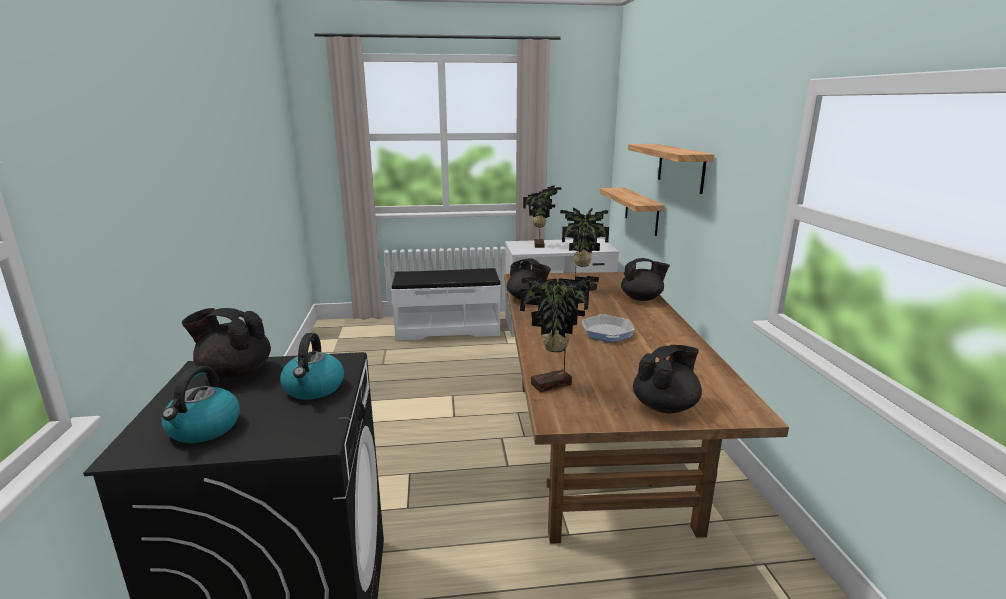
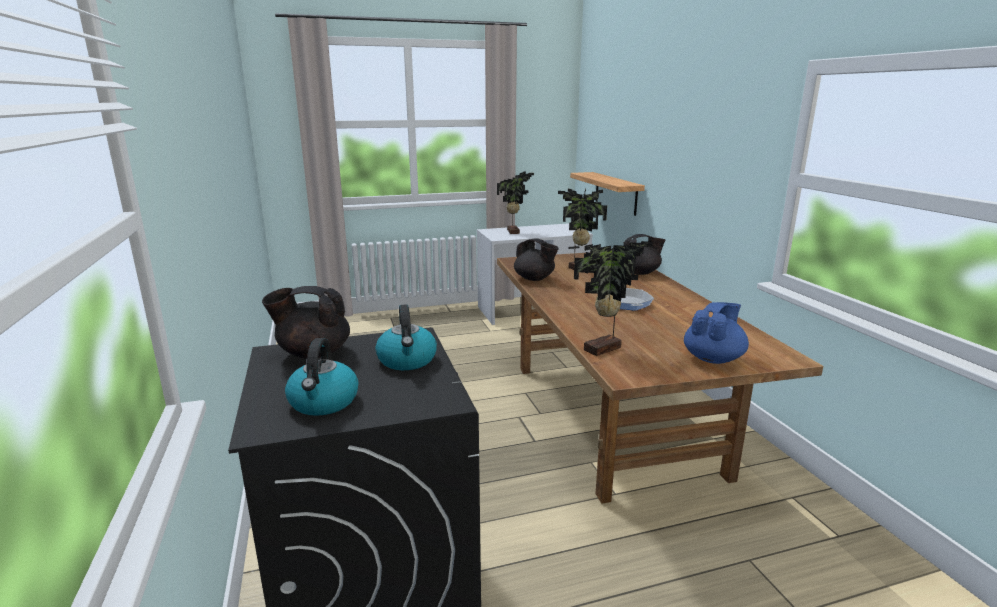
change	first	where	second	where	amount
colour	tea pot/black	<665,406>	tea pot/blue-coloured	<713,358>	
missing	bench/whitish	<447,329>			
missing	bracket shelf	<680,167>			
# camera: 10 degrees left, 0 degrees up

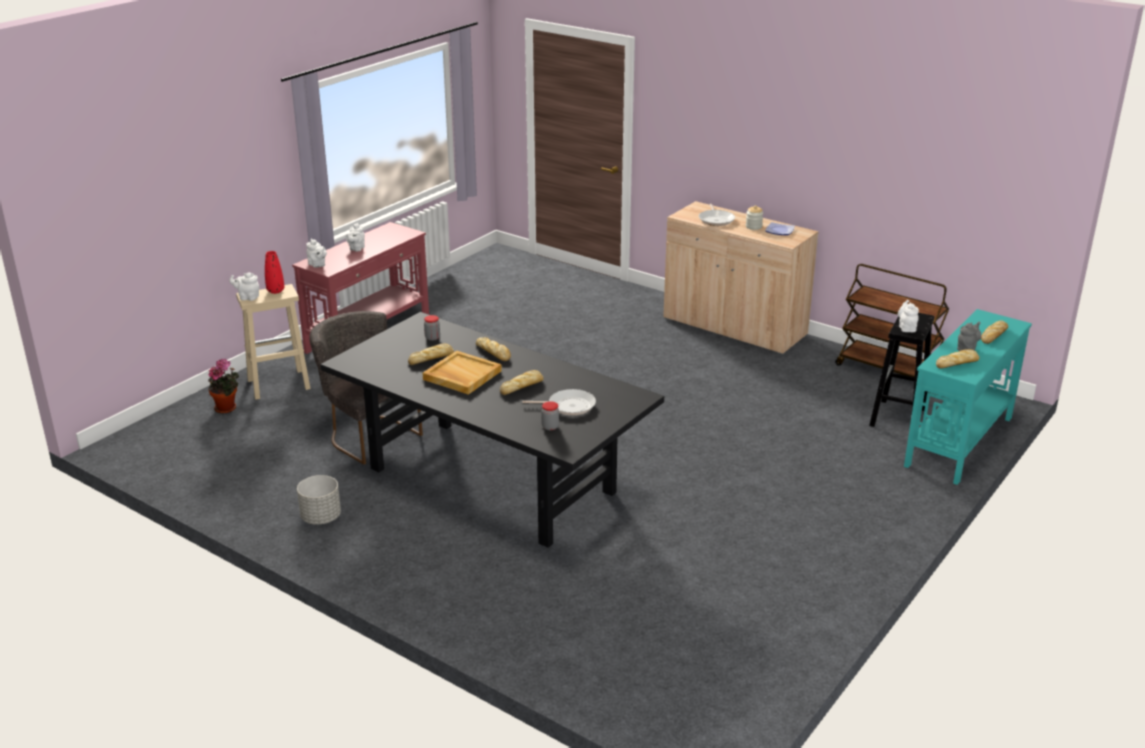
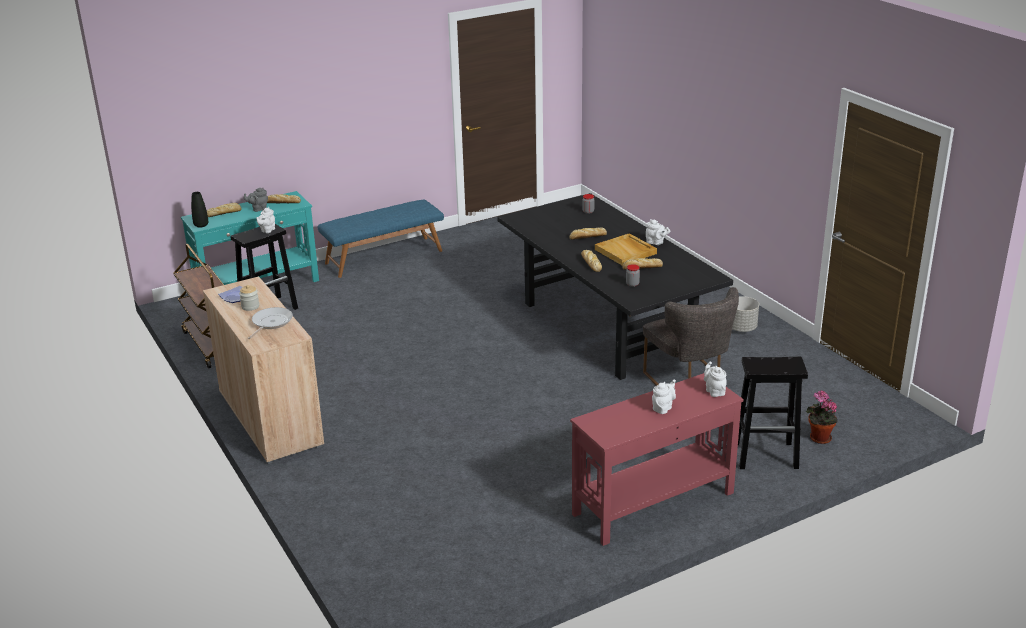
change	first	where	second	where	amount
appeared			decorative vase/black	<201,225>	
appeared			bench/blue-coloured	<384,256>	
relocated	tea pot/whitish	<247,297>		<656,243>	
colour	sitting stool/sand-coloured	<277,385>	sitting stool/black	<766,455>	
missing	decorative vase/red	<275,291>			
missing	frying pan	<568,406>			
# camera: 155 degrees left, 0 degrees up

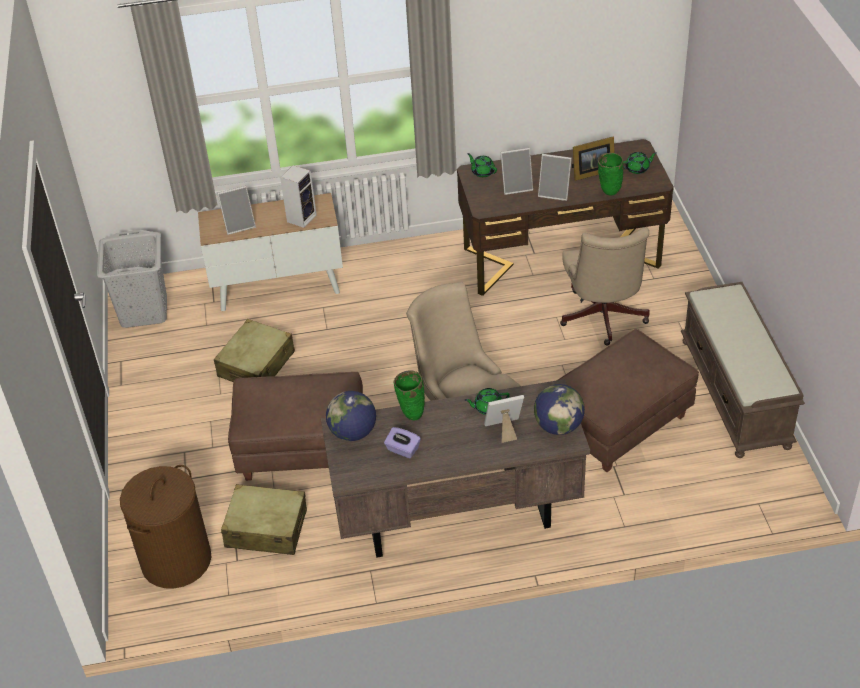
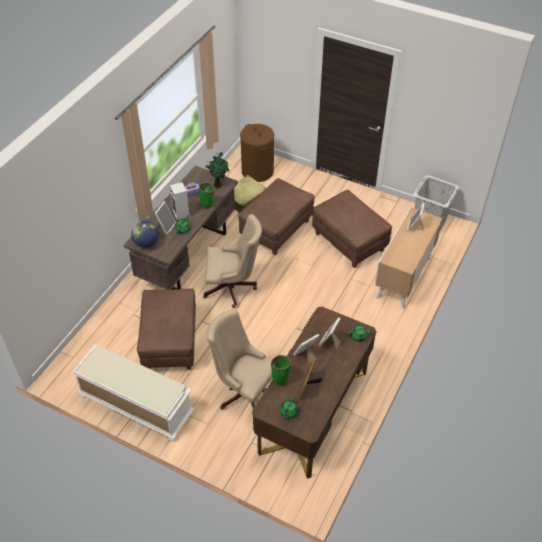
change	first	where	second	where	amount
colour	bench/brown	<736,393>	bench/whitish	<135,405>	
relocated	audio speaker	<302,217>		<181,214>	
exchanged	world globe	<353,433>	houseplant	<218,185>	
exchanged	suitcase/sand-coloured	<256,364>	pouffe/brown	<349,242>	
# camera: 125 degrees right, 5 degrees up

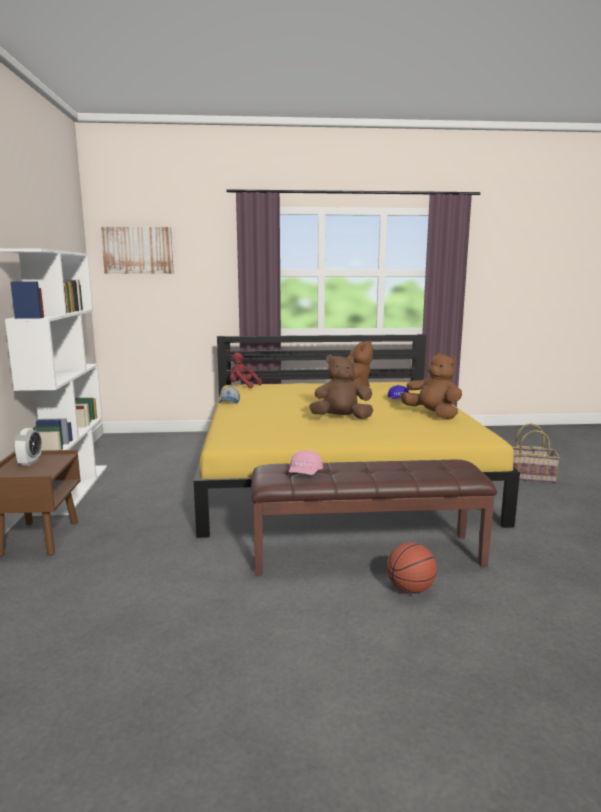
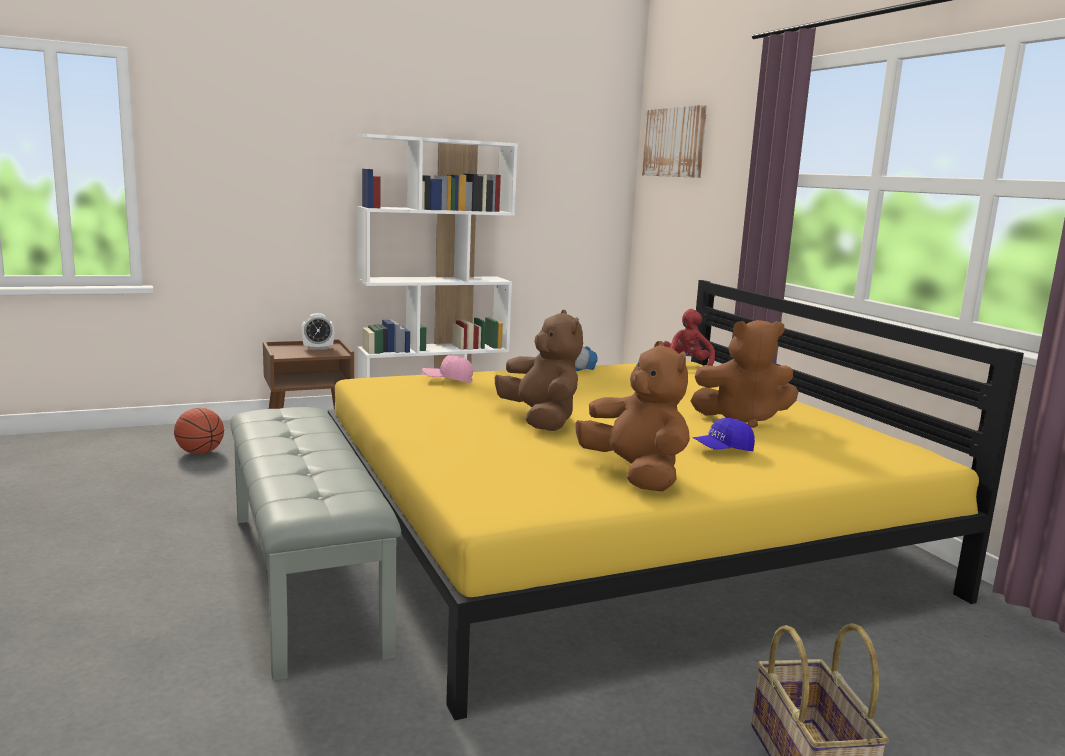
change	first	where	second	where	amount
relocated	ball for basketball	<410,589>		<200,453>	
colour	bench/brown	<367,553>	bench/gray	<306,578>	
relocated	baseball cap/pink-coloured	<305,473>		<448,380>	
spun	cuddly toy/brown	<432,414>		<635,475>	60 degrees counterclockwise
# camera: 70 degrees right, 0 degrees up

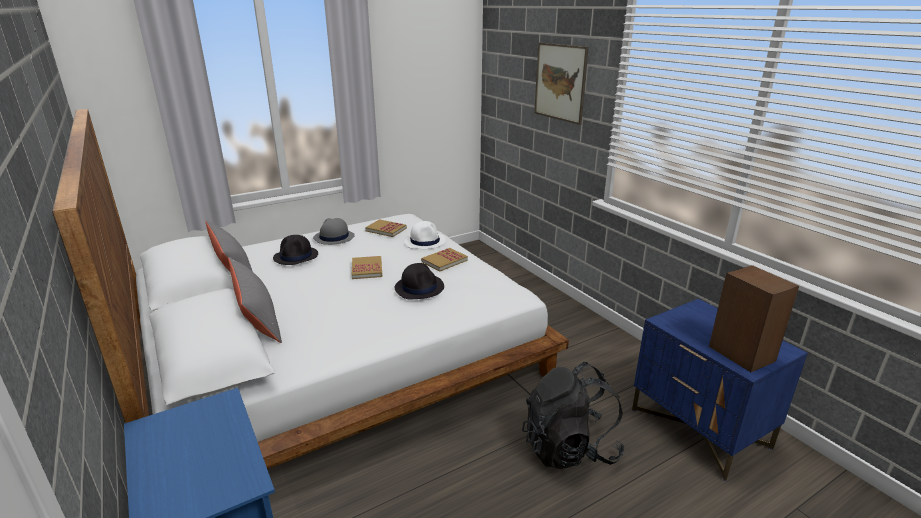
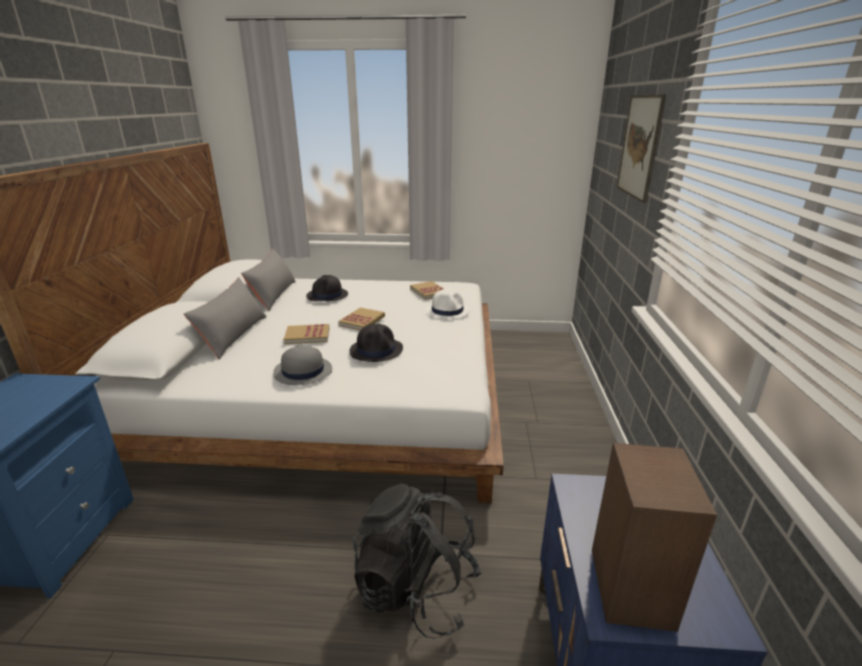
change	first	where	second	where	amount
relocated	wearable hat/gray	<333,237>		<302,371>	
relocated	book	<444,261>		<307,336>	
# camera: 35 degrees right, 0 degrees up

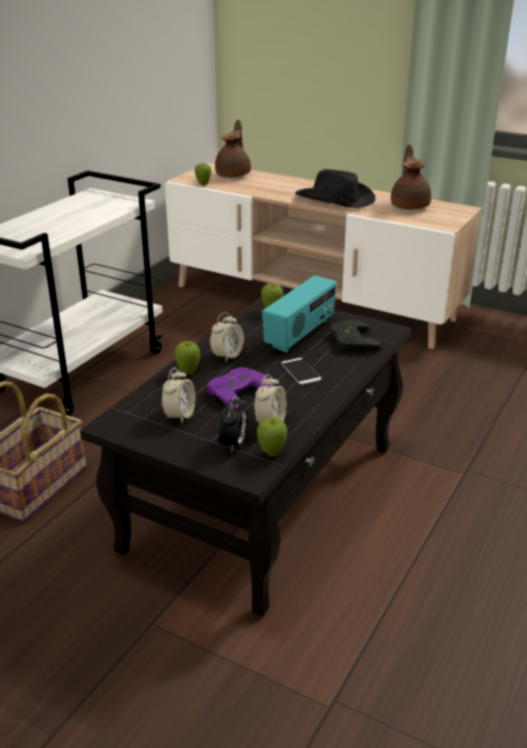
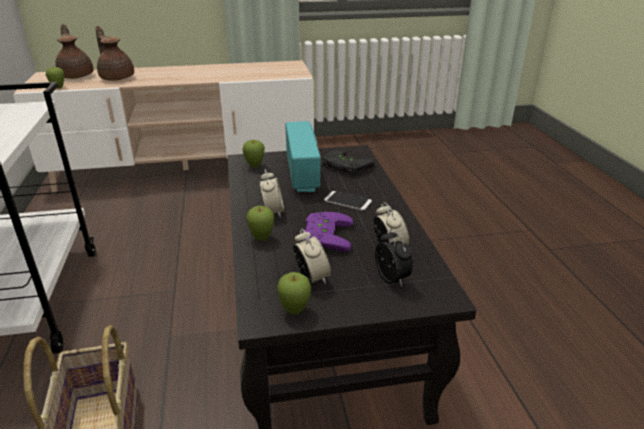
change	first	where	second	where	amount
relocated	tea pot/brown	<410,206>		<117,77>	
relocated	apple	<271,453>		<294,311>	
missing	wearable hat/black	<335,199>			
# camera: 40 degrees left, 0 degrees up

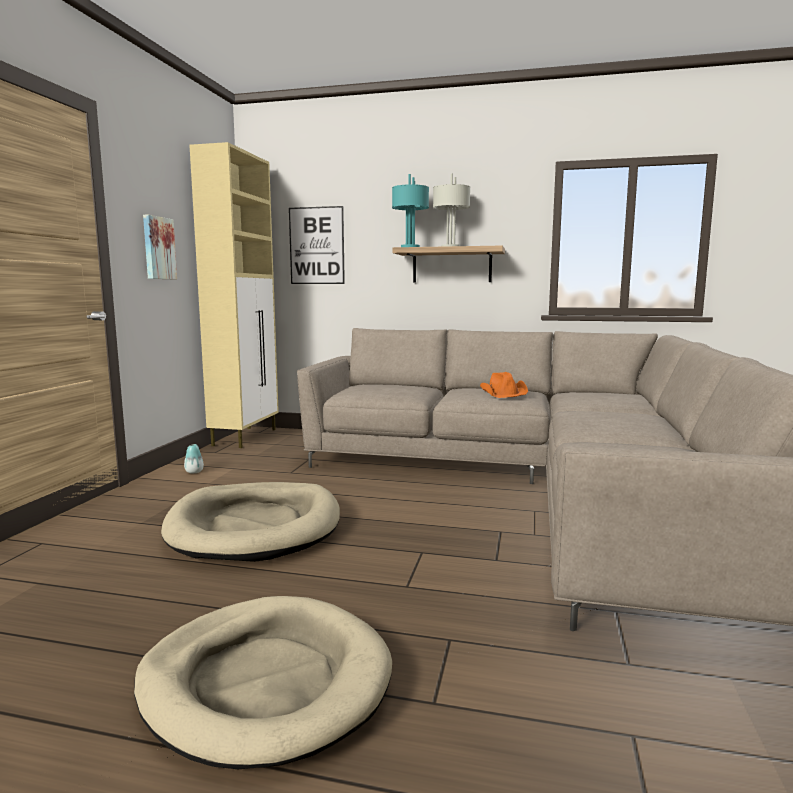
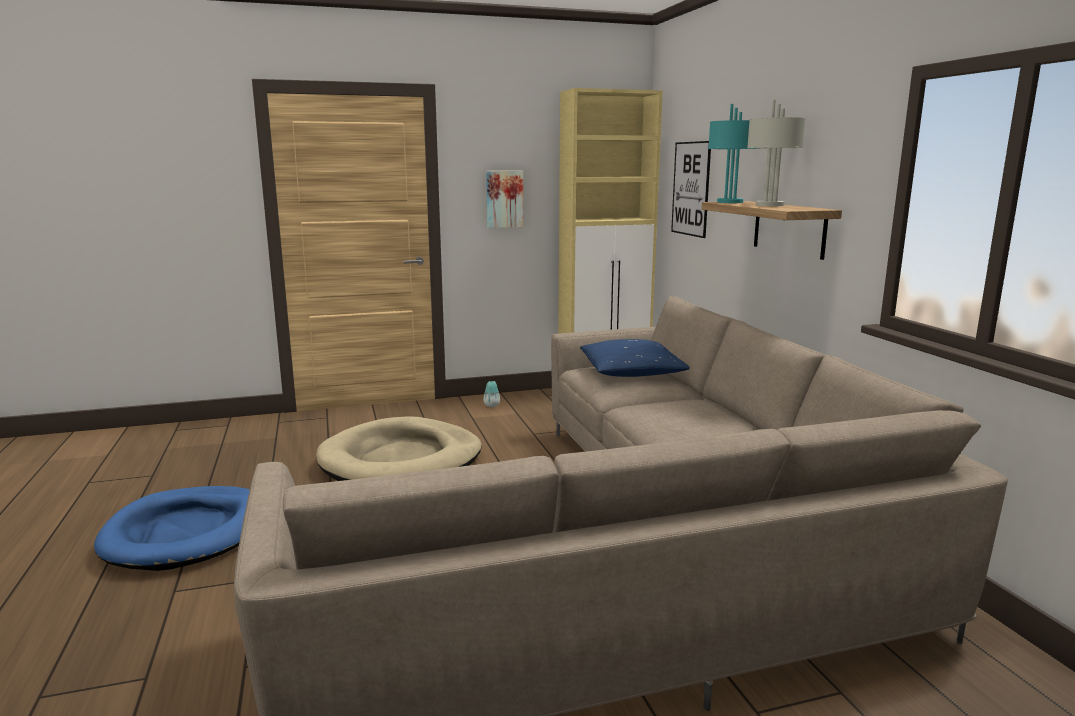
change	first	where	second	where	amount
colour	pet bed/sand-coloured	<266,682>	pet bed/blue-coloured	<186,533>	
appeared			cushion/blue-coloured	<631,372>	
missing	wearable hat/orange	<504,393>			
# camera: 60 degrees right, 5 degrees up

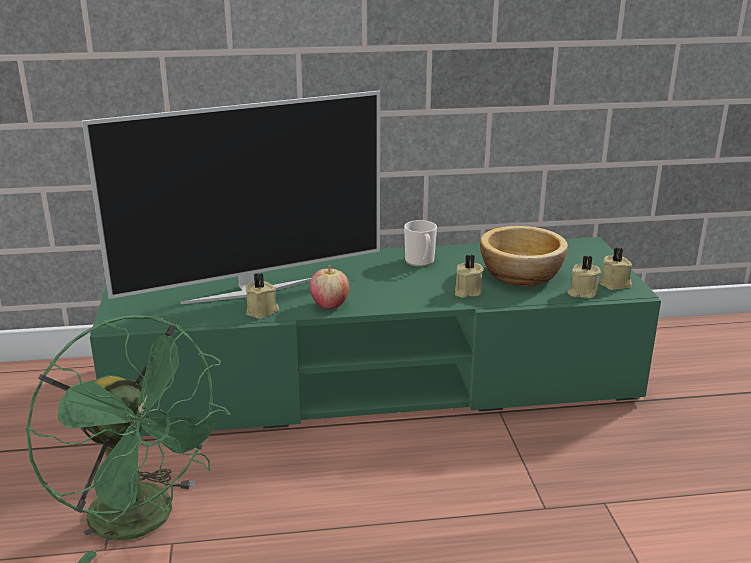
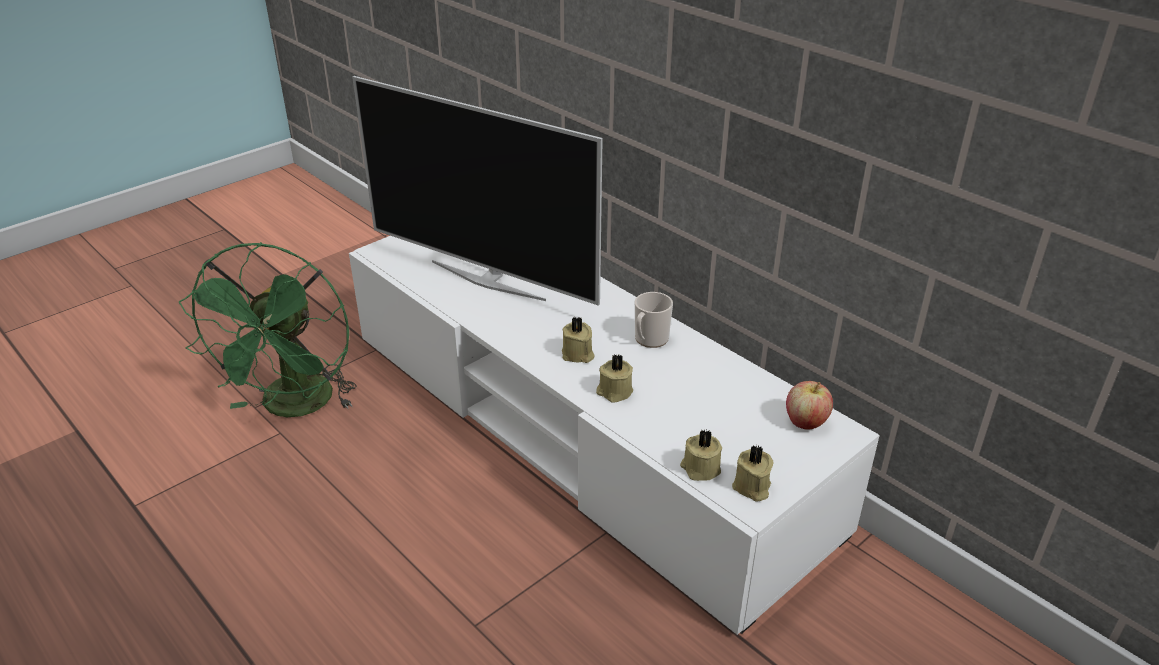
change	first	where	second	where	amount
colour	media console/green	<375,380>	media console/whitish	<579,429>	
relocated	wax candle/sand-coloured	<263,311>		<578,355>	
relocated	apple	<329,305>		<806,422>	
missing	deep dish	<522,275>			
# camera: 55 degrees right, 10 degrees up

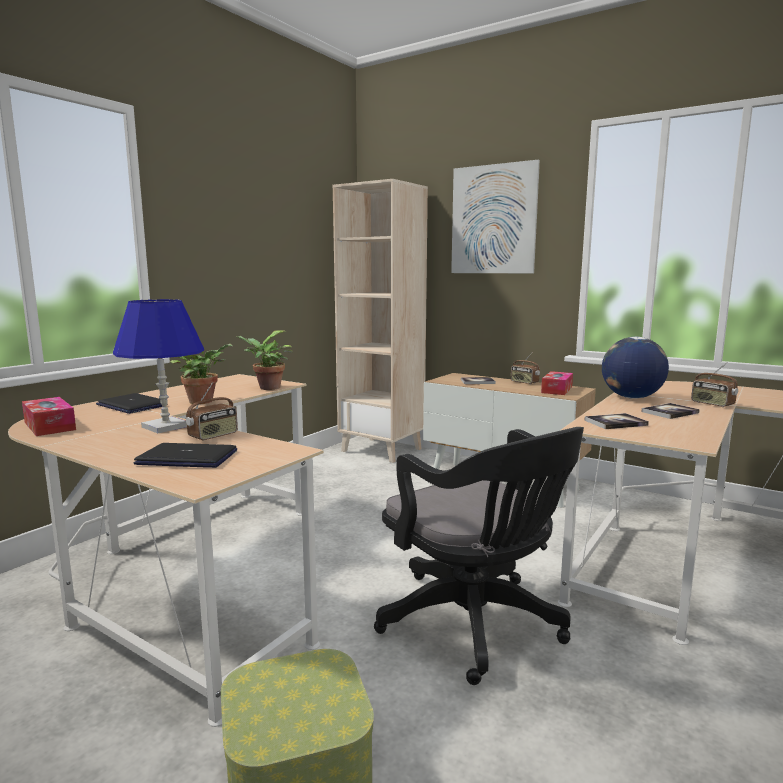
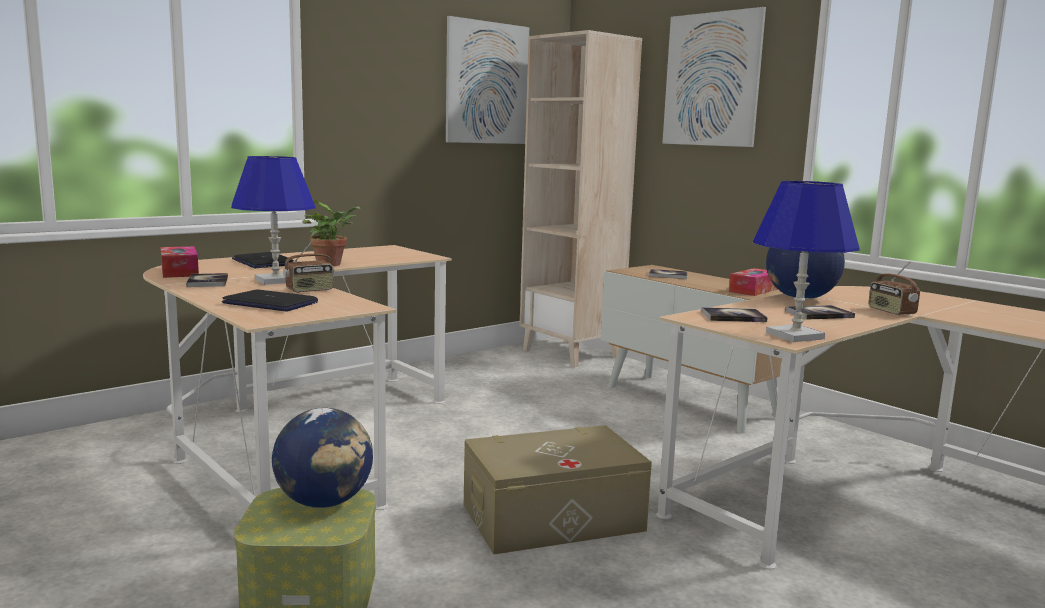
change	first	where	second	where	amount
appeared			book	<208,282>	
appeared			world globe	<324,502>	
appeared			wall art	<487,83>	
exchanged	computer chair/black	<476,625>	storage box/sand-coloured	<552,518>	
appeared			lamp for a table/blue-coloured	<795,336>	
missing	houseplant	<267,388>			
missing	radio	<524,382>			
# camera: 15 degrees right, 0 degrees up

